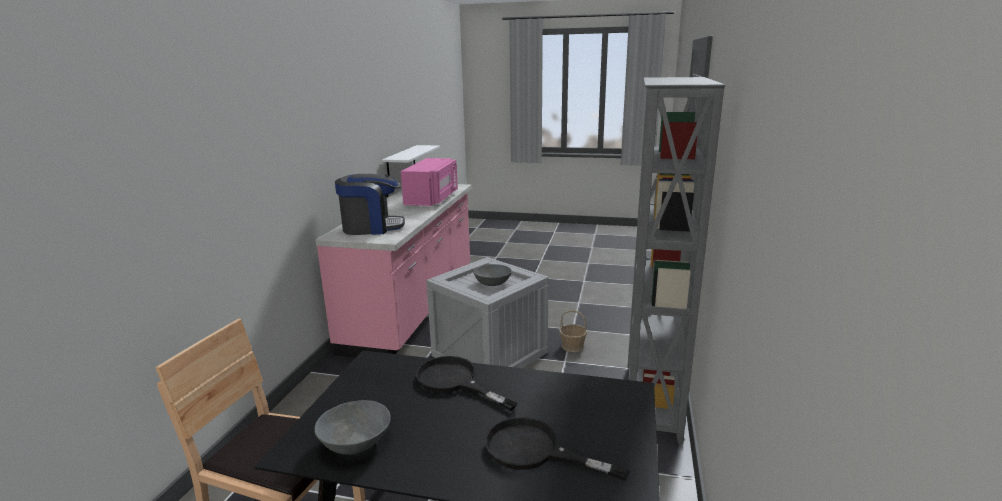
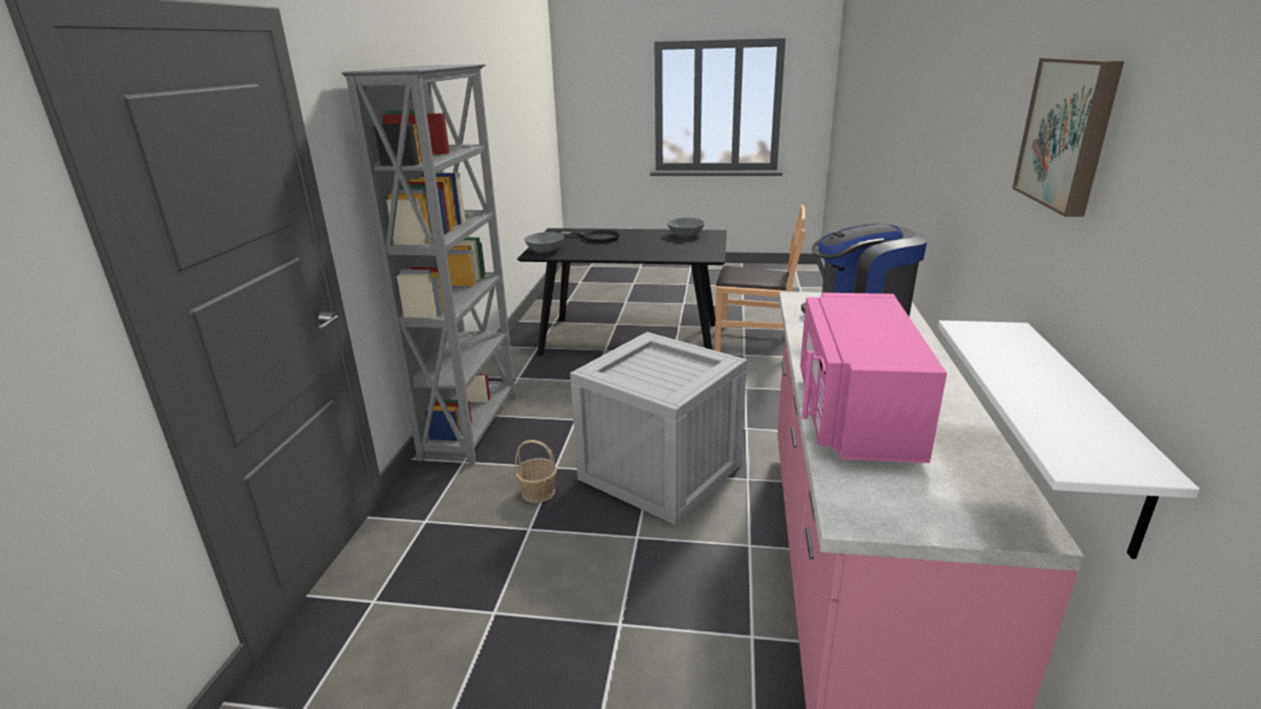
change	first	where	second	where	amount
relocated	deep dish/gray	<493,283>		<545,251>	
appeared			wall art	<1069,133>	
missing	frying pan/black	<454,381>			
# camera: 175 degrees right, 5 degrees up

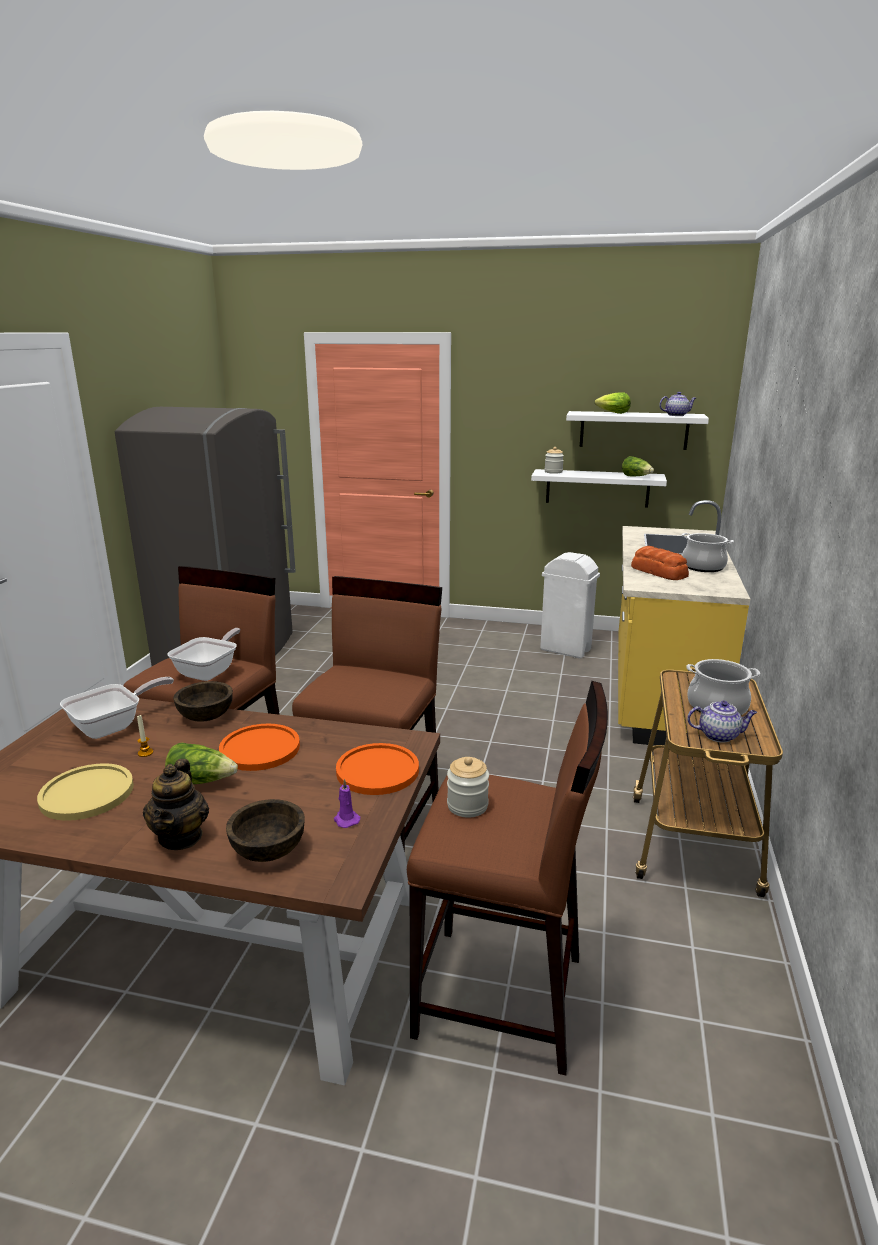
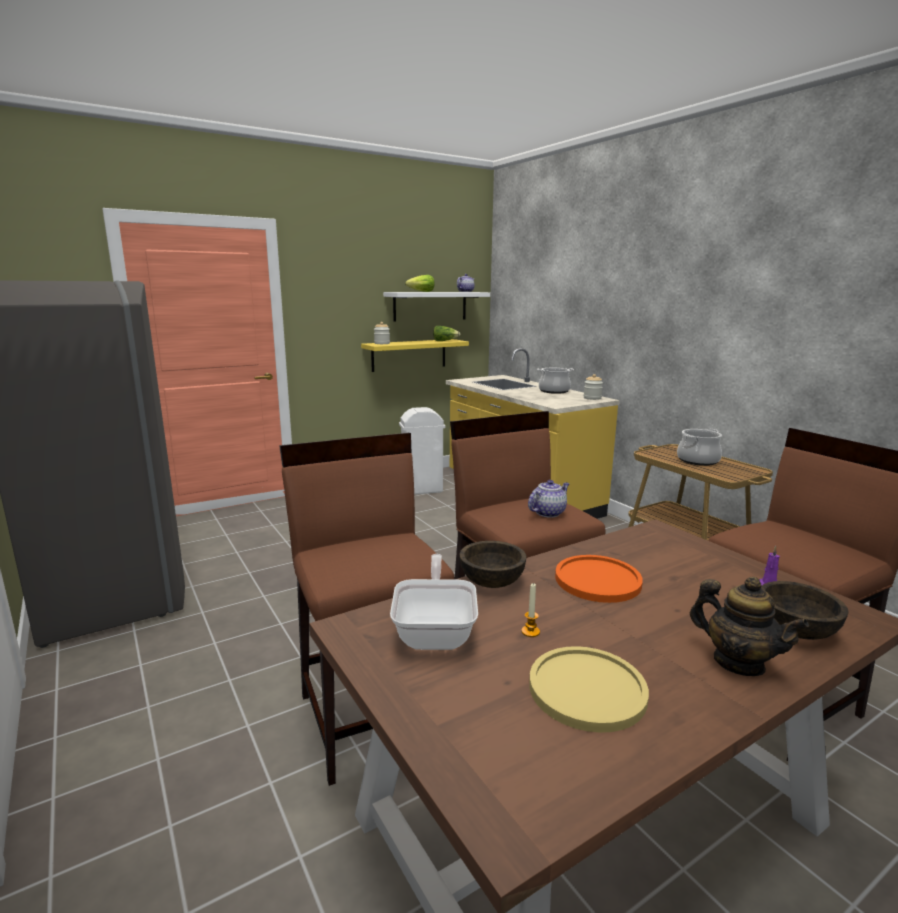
change	first	where	second	where	amount
colour	bracket shelf/whitish	<597,488>	bracket shelf/yellow-coloured	<409,355>	
relocated	tea pot	<719,735>		<548,512>	
relocated	preserve jar	<467,806>		<592,398>	
missing	lettuce head	<201,781>			
missing	frying pan	<211,671>			
missing	plate/orange	<377,770>			
missing	bakery bread	<659,572>			
# camera: 45 degrees left, 5 degrees down

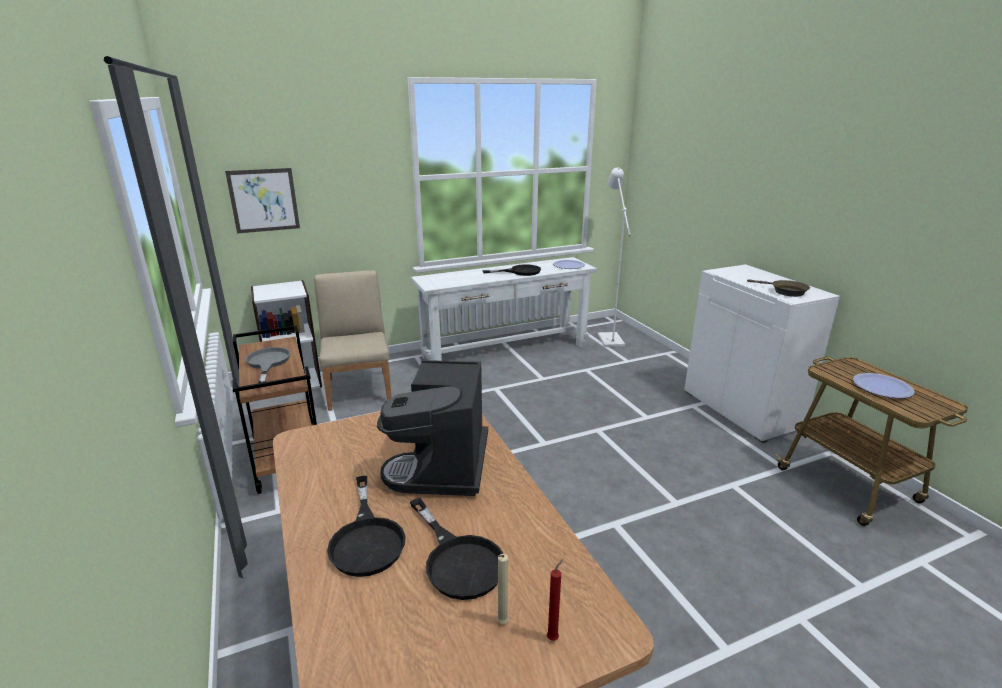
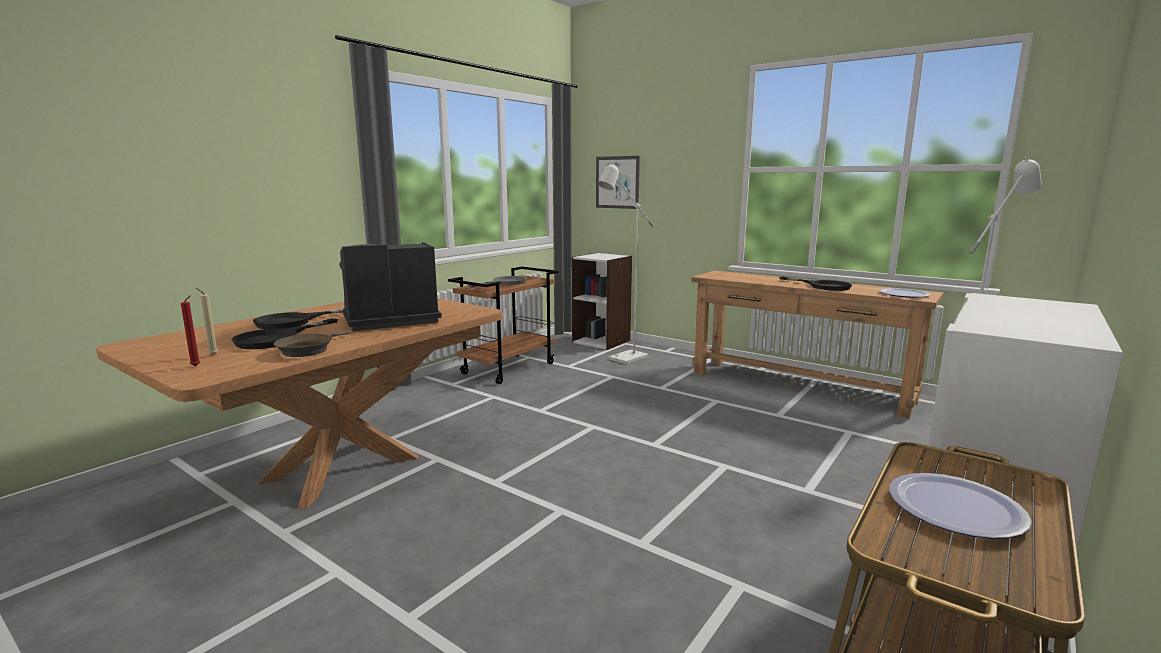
change	first	where	second	where	amount
relocated	frying pan/brown	<785,291>		<308,350>	
exchanged	chair/sand-coloured	<359,389>	standing lamp/whitish	<623,359>	
colour	console table/whitish	<505,351>	console table/brown	<798,386>	
# camera: 60 degrees right, 10 degrees down

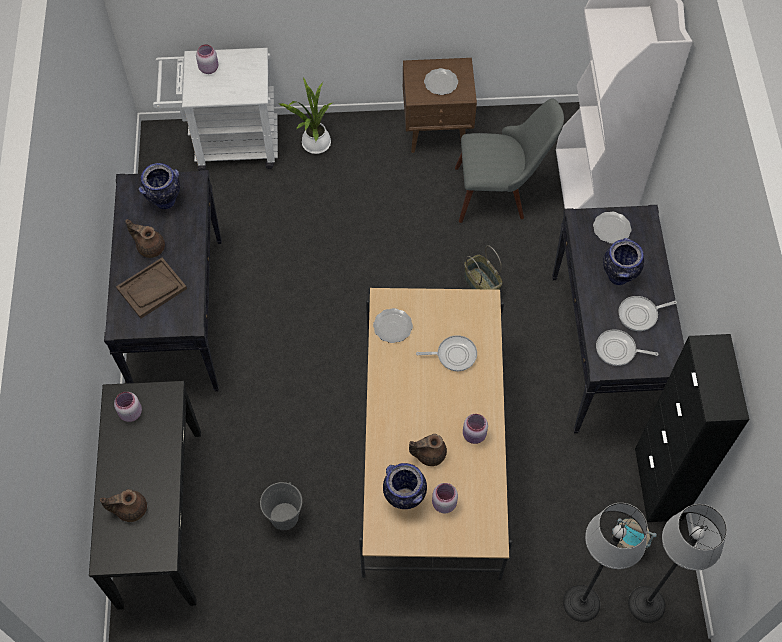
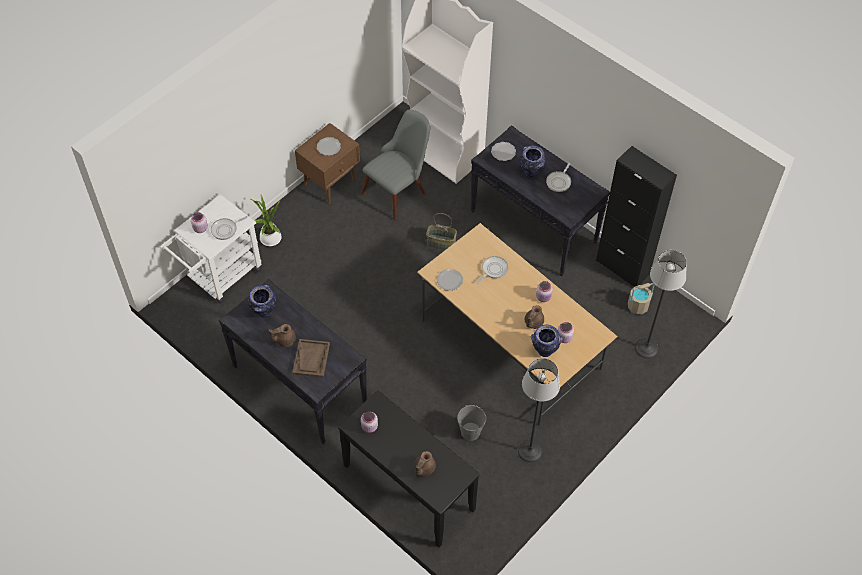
change	first	where	second	where	amount
relocated	frying pan	<618,350>		<226,229>	
relocated	standing lamp	<646,604>		<530,451>	
# camera: 45 degrees left, 5 degrees down

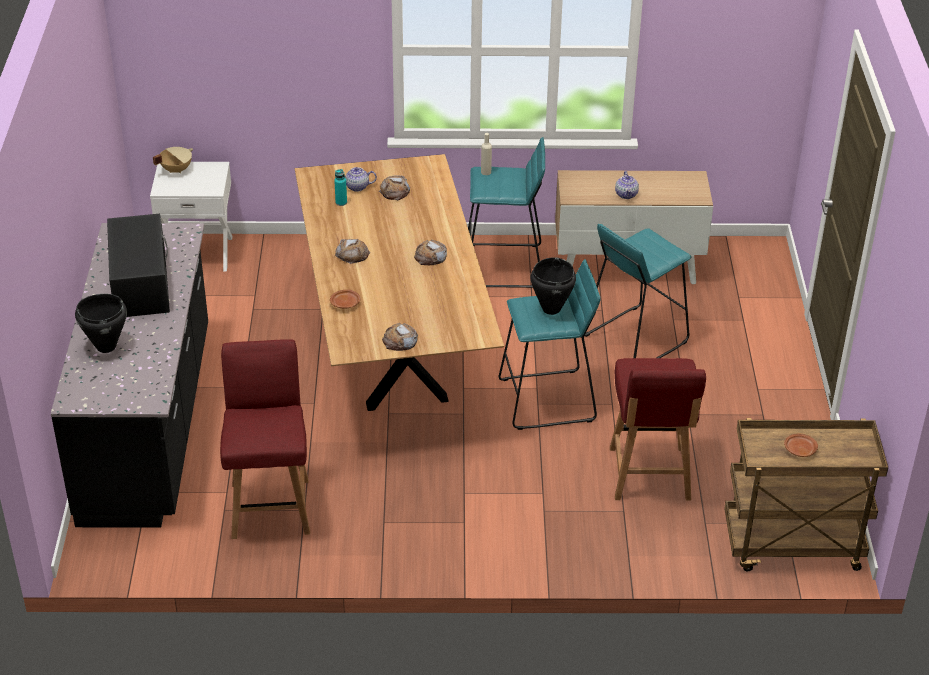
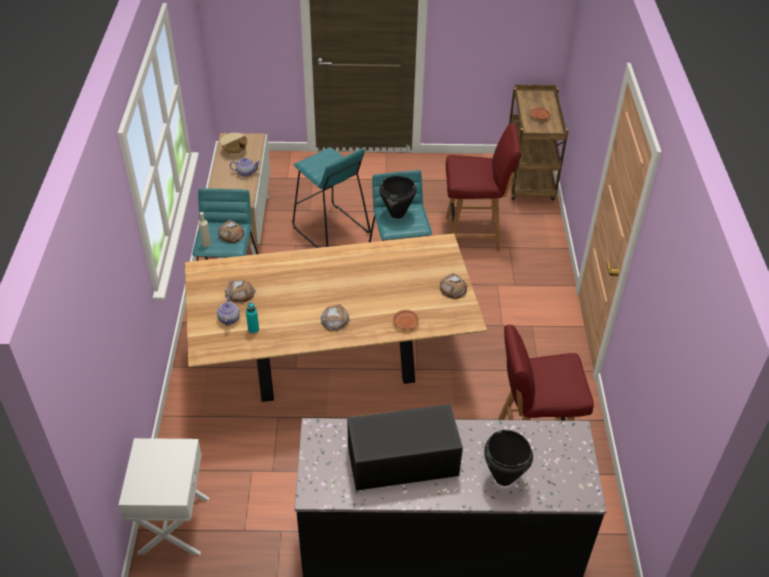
change	first	where	second	where	amount
relocated	bakery bread	<430,256>		<231,234>	
relocated	stockpot/sand-coloured	<176,169>		<234,151>	
# camera: 90 degrees left, 5 degrees up

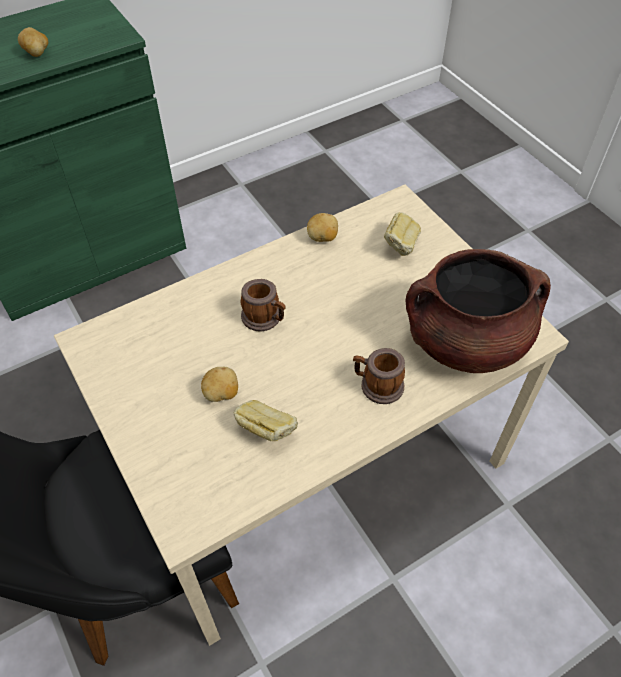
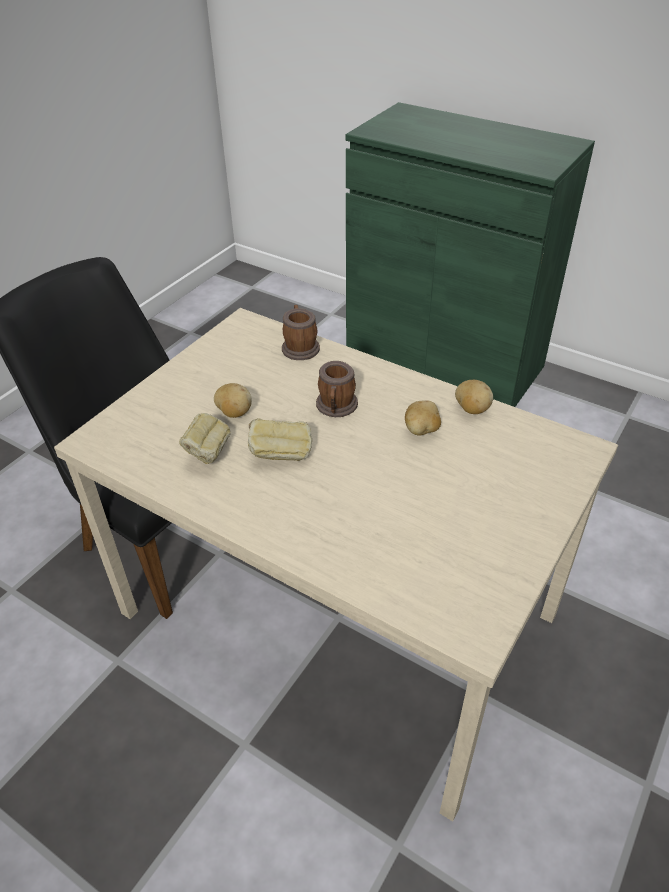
change	first	where	second	where	amount
relocated	bakery bread	<400,246>		<281,455>	
relocated	mug	<377,385>		<300,346>	
relocated	potato	<37,53>		<421,430>	
missing	stockpot/brown	<465,341>			
# camera: 65 degrees right, 10 degrees down

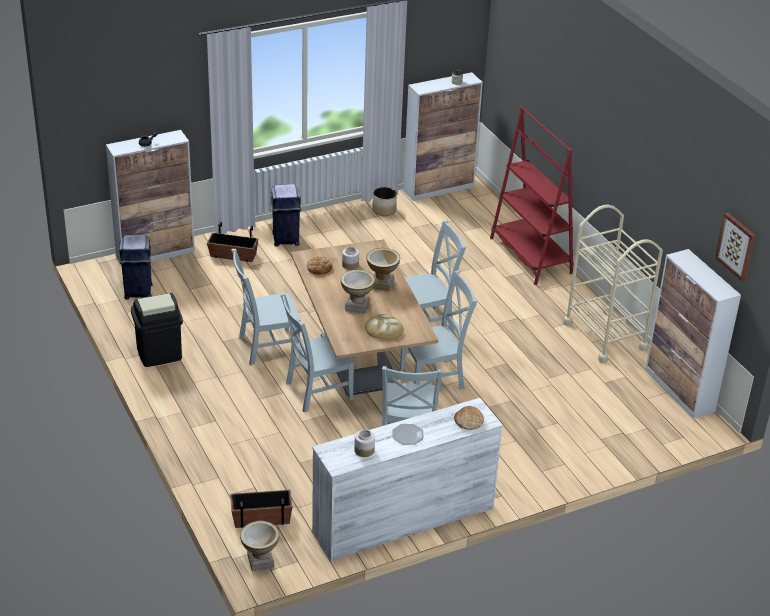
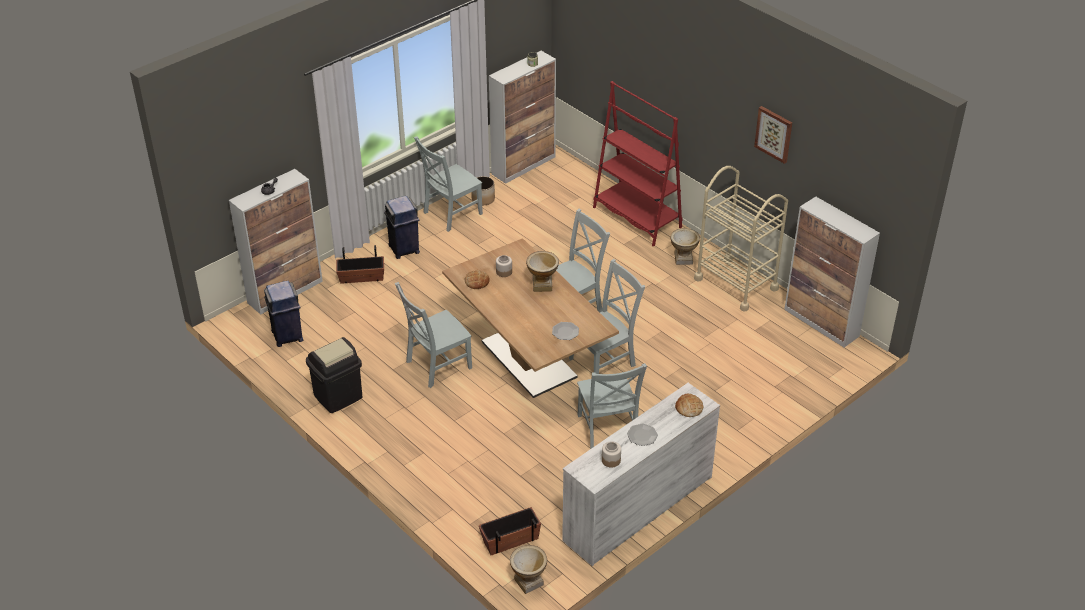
change	first	where	second	where	amount
relocated	chair/gray	<316,391>		<450,214>	
exchanged	bakery bread	<384,329>	plate	<565,331>	
relocated	decorative vase	<357,306>		<683,259>	
relocated	wall art	<736,246>		<774,134>	
# camera: 15 degrees left, 5 degrees up

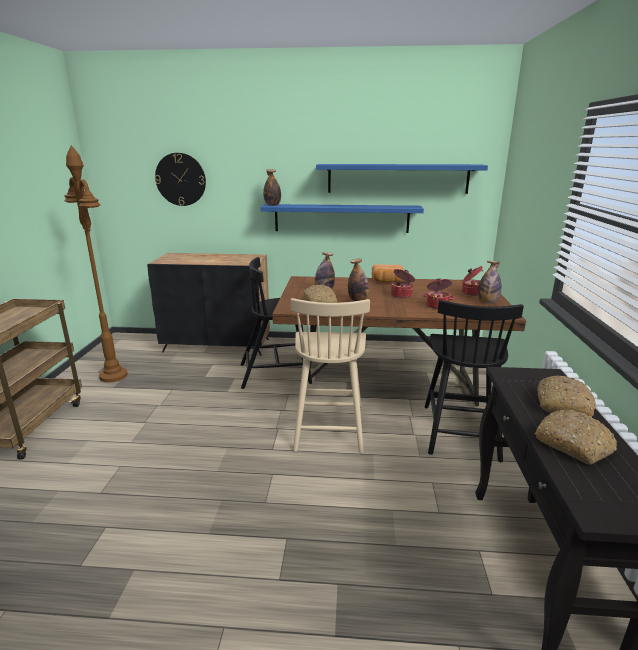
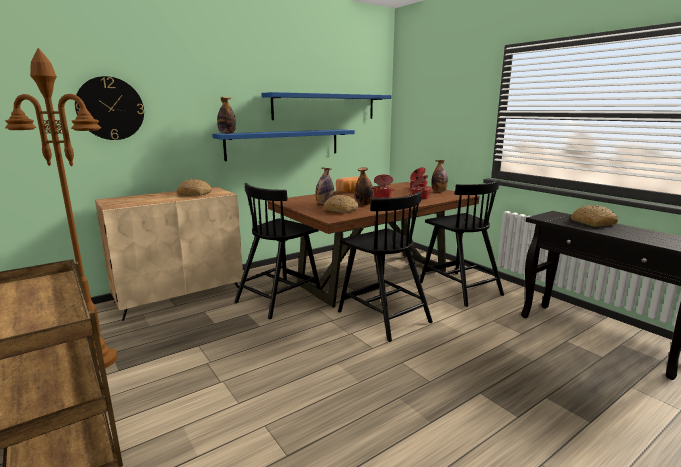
change	first	where	second	where	amount
colour	cupboard/black	<217,345>	cupboard/sand-coloured	<180,295>	
relocated	bakery bread	<574,445>		<195,193>	
colour	chair/sand-coloured	<329,425>	chair/black	<382,316>	
# camera: 40 degrees left, 5 degrees down

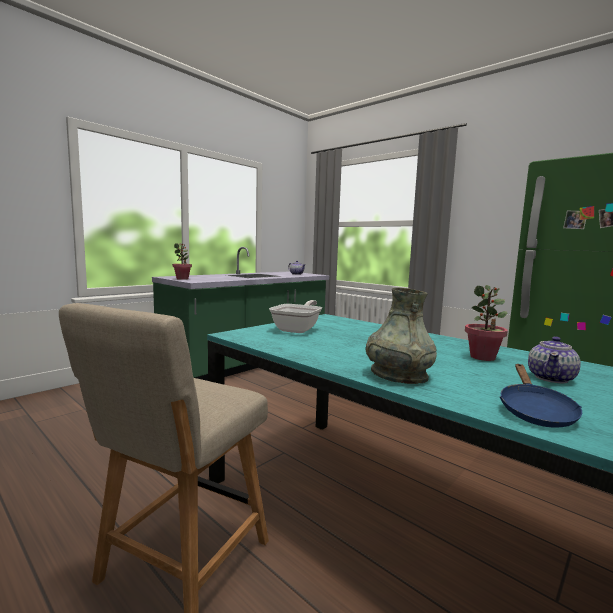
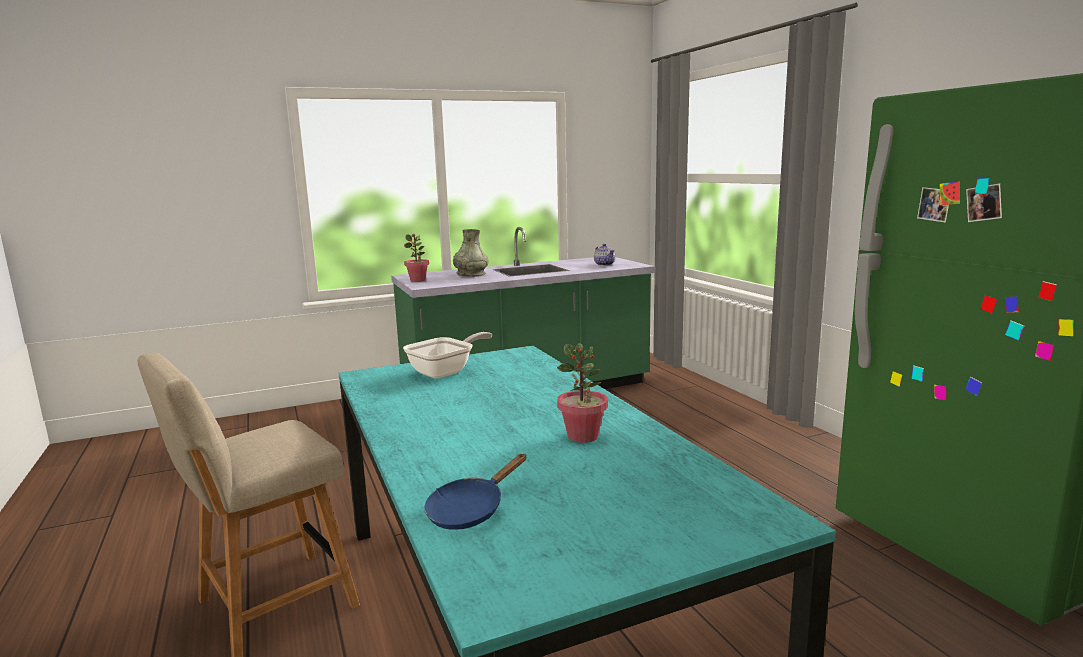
change	first	where	second	where	amount
relocated	decorative vase/gray	<398,375>		<471,274>	
missing	tea pot	<551,378>			
# camera: 25 degrees right, 5 degrees up

